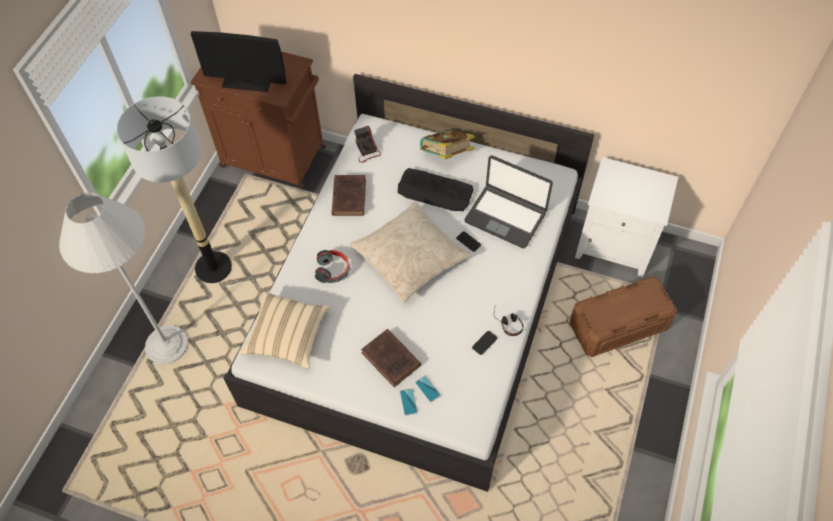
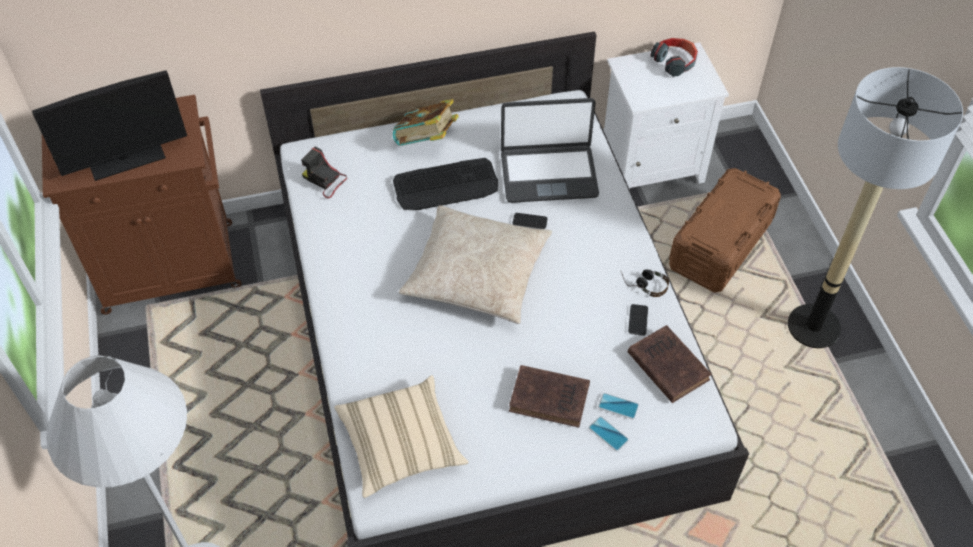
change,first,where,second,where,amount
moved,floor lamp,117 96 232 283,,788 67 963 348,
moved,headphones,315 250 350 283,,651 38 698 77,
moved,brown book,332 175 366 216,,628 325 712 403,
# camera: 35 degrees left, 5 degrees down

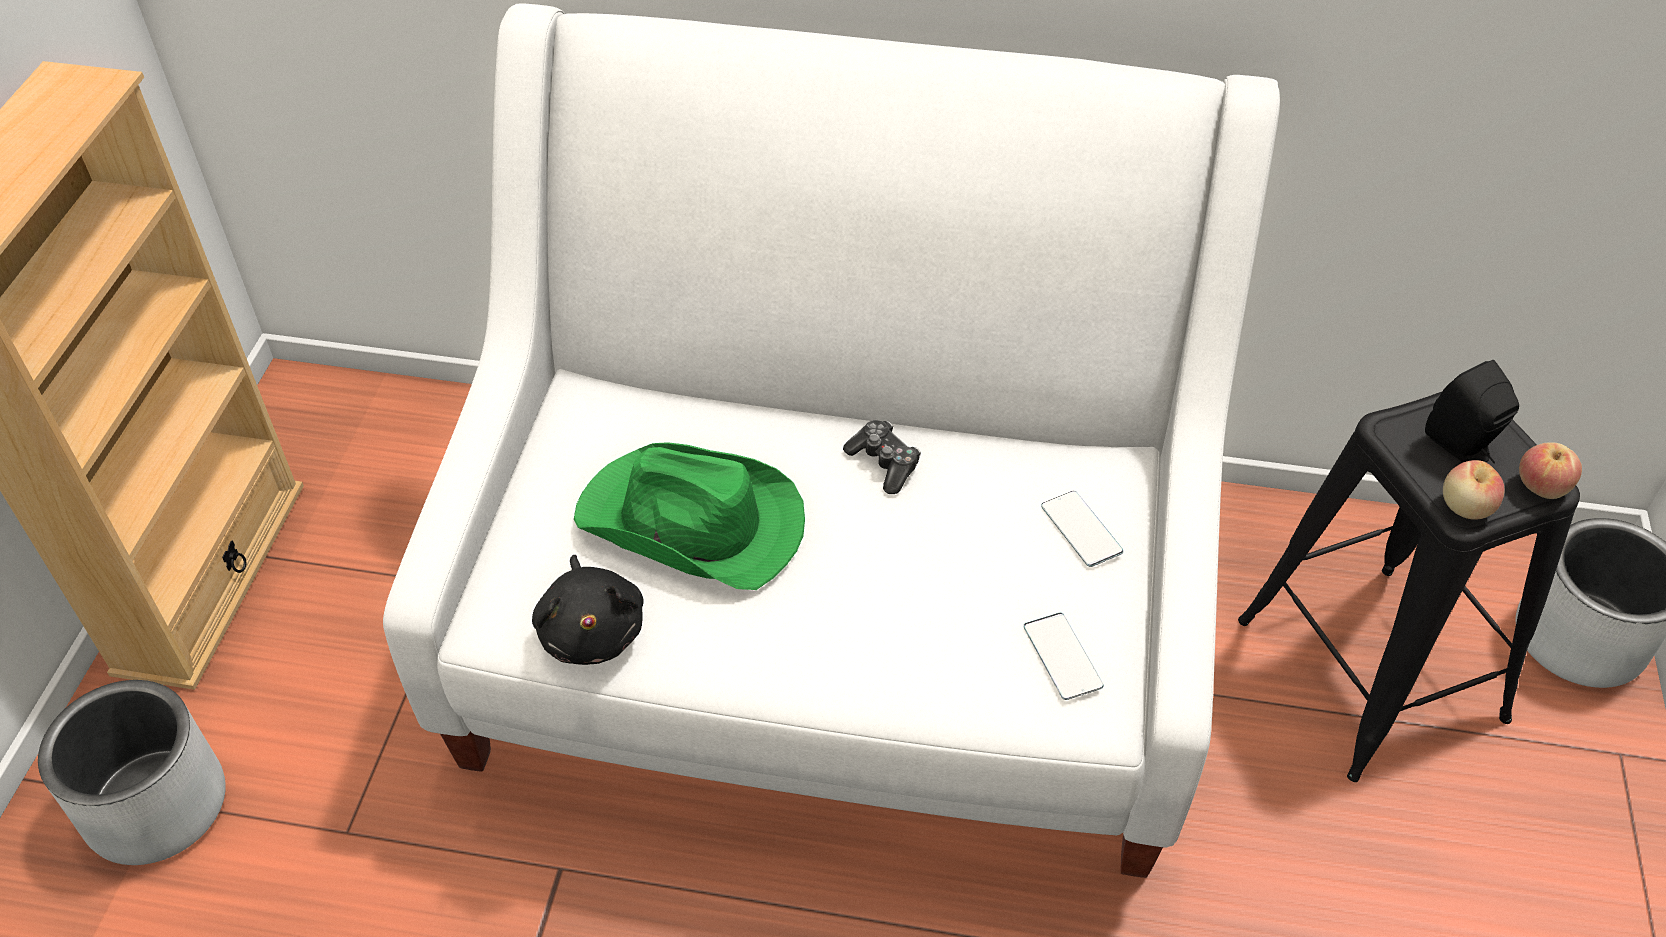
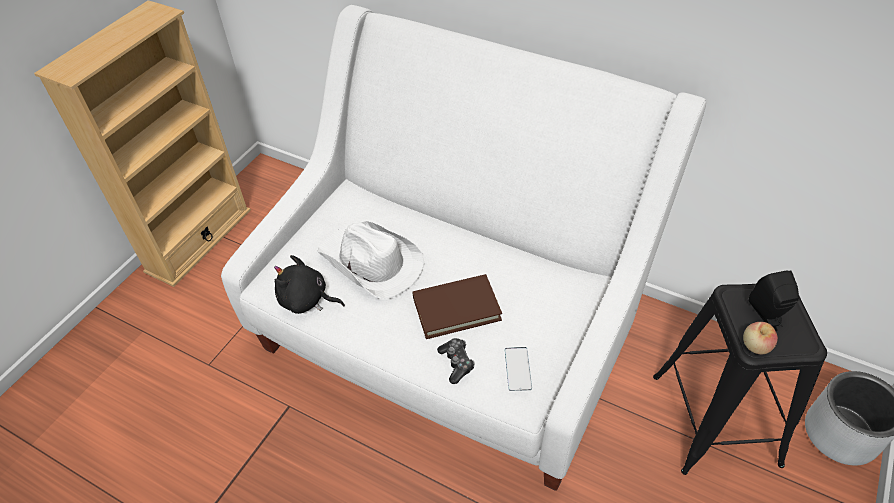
change,first,where,second,where,amount
removed,grey planter,38 680 226 865,,,
removed,phone,1041 491 1124 567,,,
removed,apple,1519 442 1582 499,,,
added,,,brown book,412 274 502 339,
moved,game controller,843 420 921 494,,437 338 475 384,
recoloured,green hat,574 442 805 590,white hat,317 221 425 300,
turned,black plush toy,532 555 643 665,,274 255 345 314,105 degrees clockwise
# camera: 20 degrees right, 0 degrees up

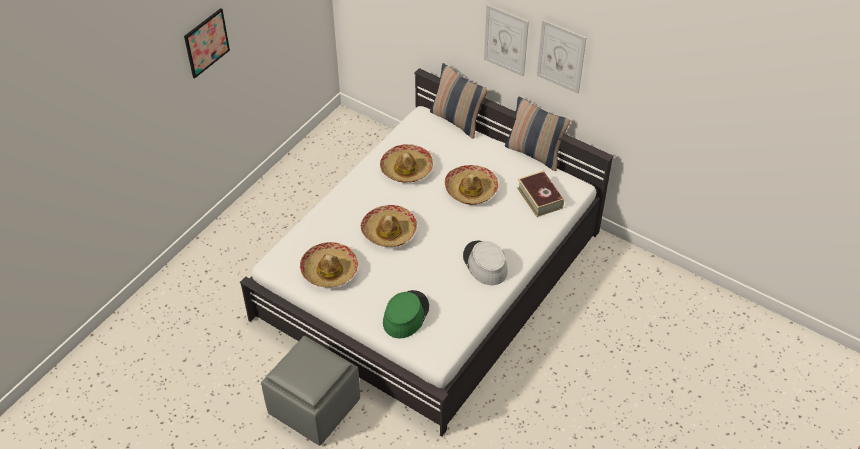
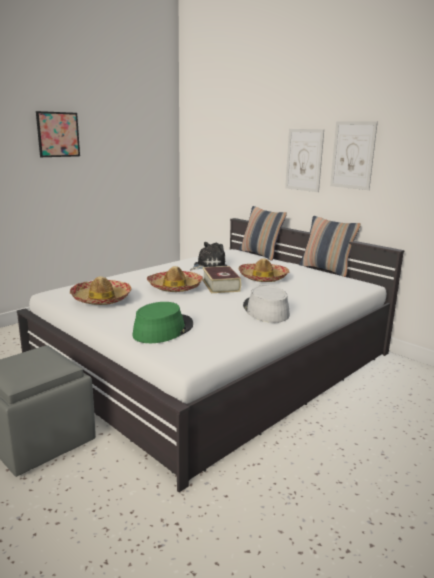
change,first,where,second,where,amount
moved,book,517 171 564 217,,202 266 241 293,
replaced,hat,380 144 433 183,plush toy,190 242 227 270,
# camera: 10 degrees right, 30 degrees down

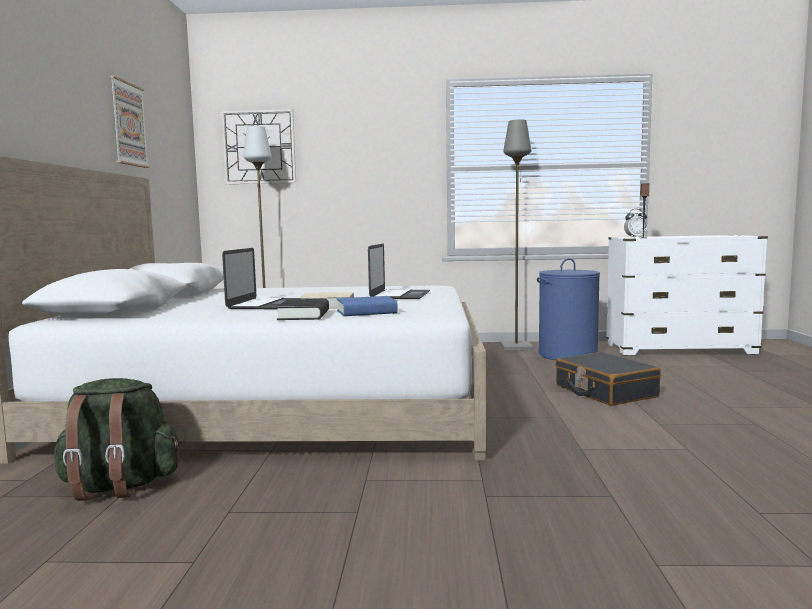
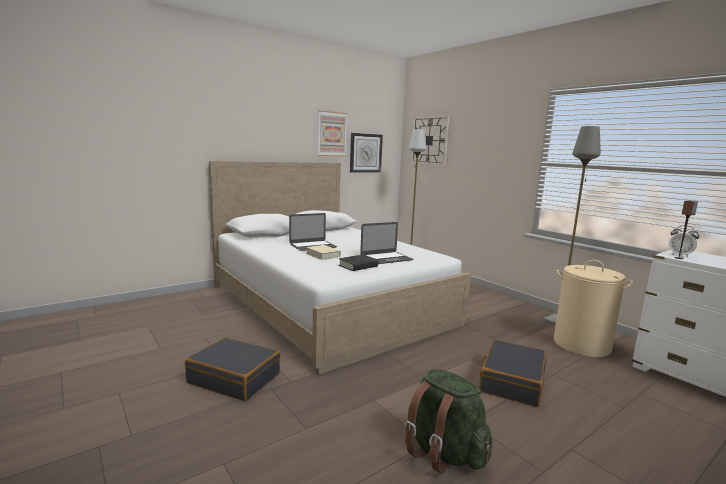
change,first,where,second,where,amount
removed,blue book,337 296 398 316,,,
added,,,black suitcase,185 337 281 401,
added,,,wall clock,350 133 383 173,
moved,green backpack,53 378 180 501,,405 369 492 474,
moved,black book,276 299 329 320,,339 254 378 271,
recoloured,blue laundry basket,537 258 600 360,beige laundry basket,554 260 633 358,
# camera: 50 degrees right, 5 degrees up

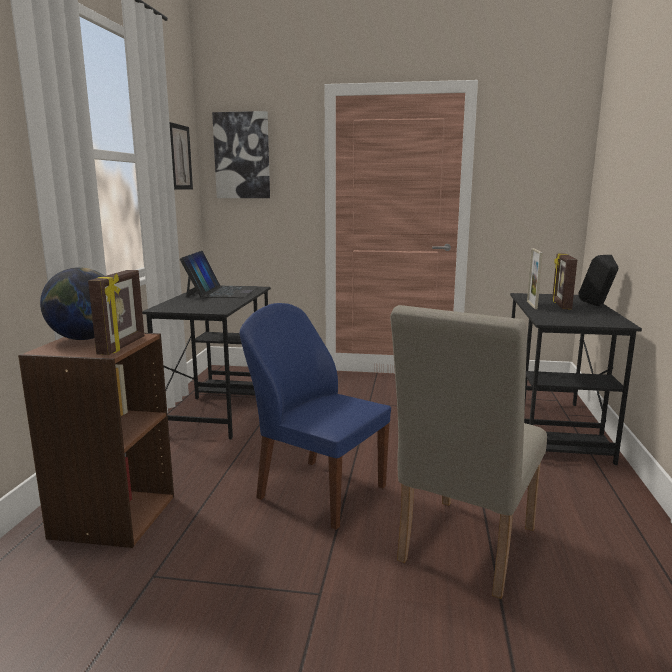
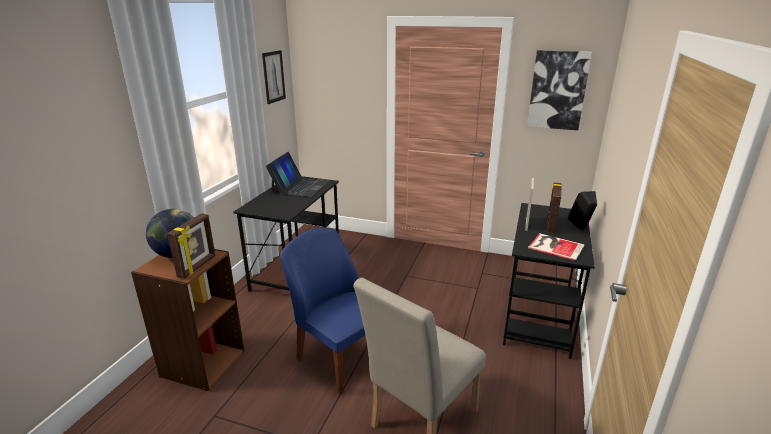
change,first,where,second,where,amount
added,,,book,528 233 585 261,
moved,picture,212 111 270 198,,527 50 592 130,
# camera: 10 degrees right, 10 degrees up

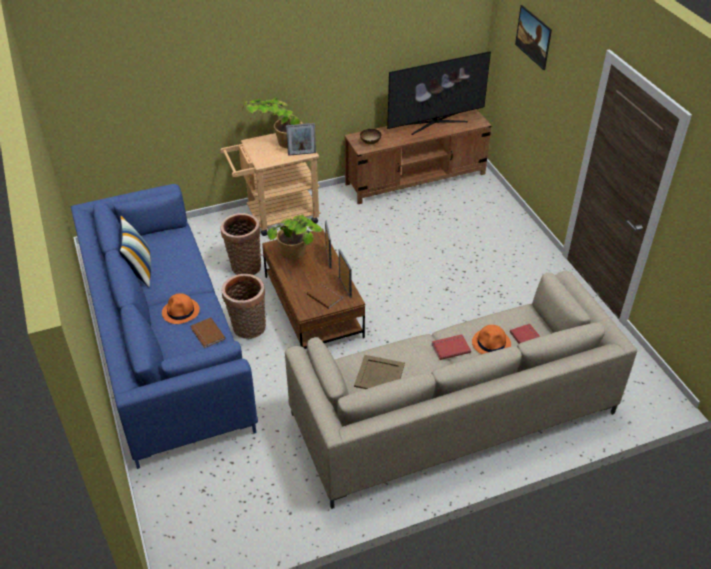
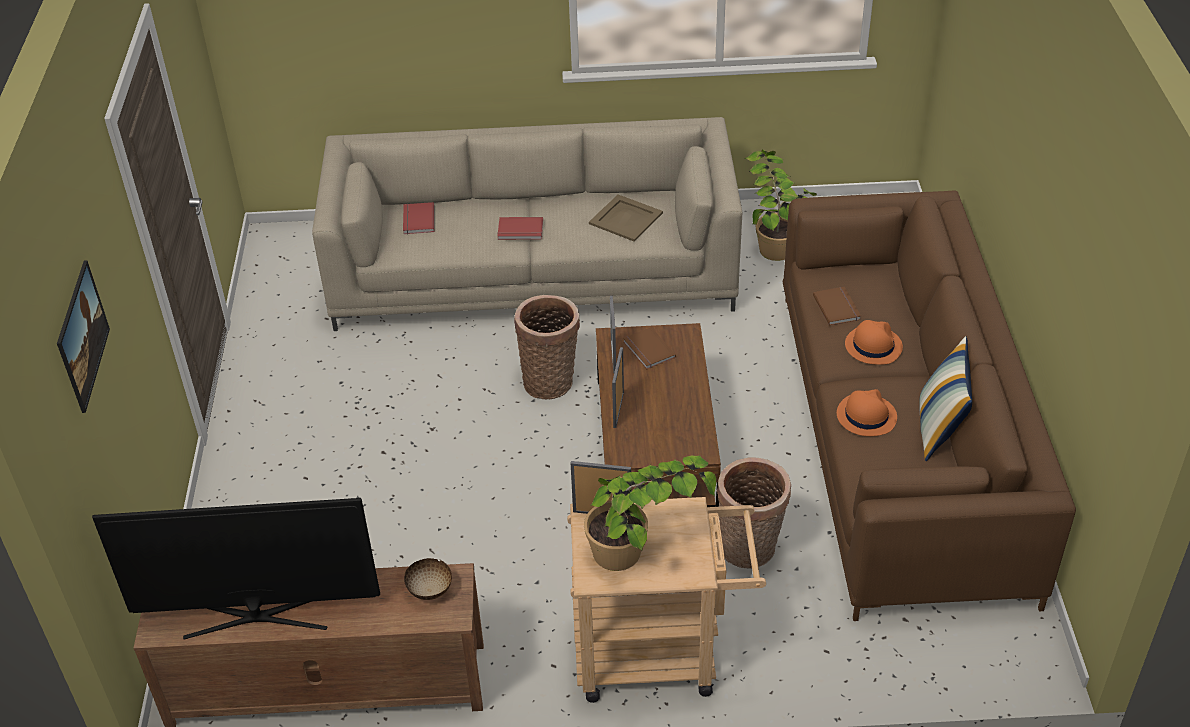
change,first,where,second,where,amount
moved,basket,221 274 266 339,,514 295 580 400,
moved,potted plant,267 214 323 260,,745 150 817 261,
moved,orange hat,472 325 511 354,,837 389 897 436,
recoloured,blue sofa,71 184 258 469,brown sofa,783 191 1076 621,
# camera: 160 degrees left, 0 degrees up

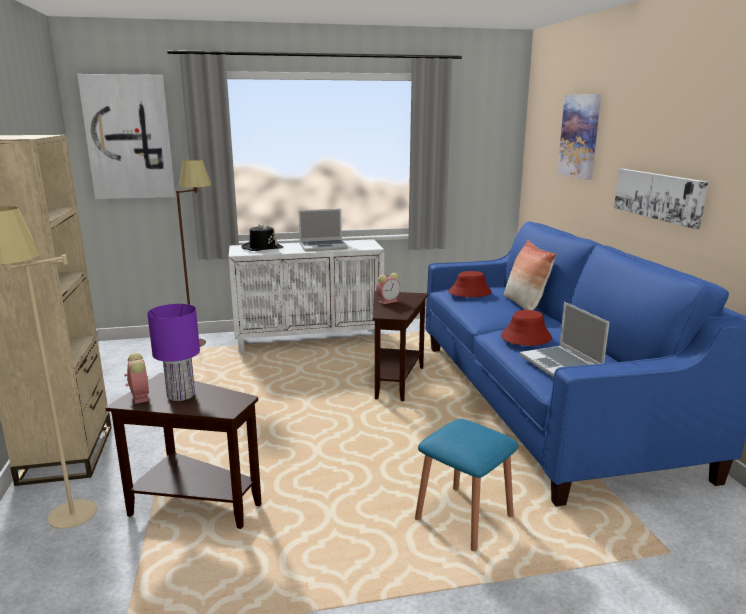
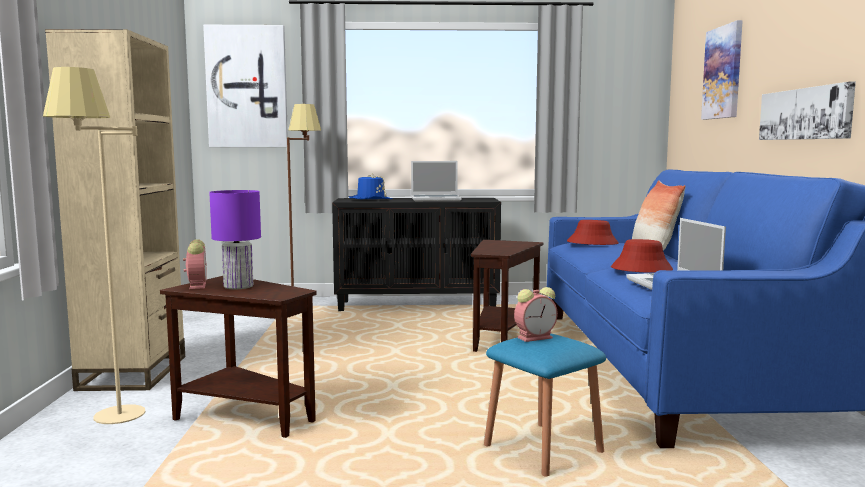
change,first,where,second,where,amount
moved,alarm clock,376 273 400 304,,514 287 558 342,
recoloured,white cabinet,229 239 384 353,black cabinet,332 198 501 311,
recoloured,black hat,241 224 283 251,blue hat,349 173 393 199,
# camera: 10 degrees right, 10 degrees down

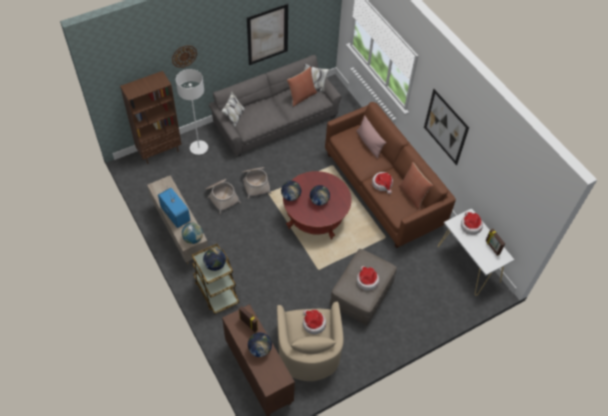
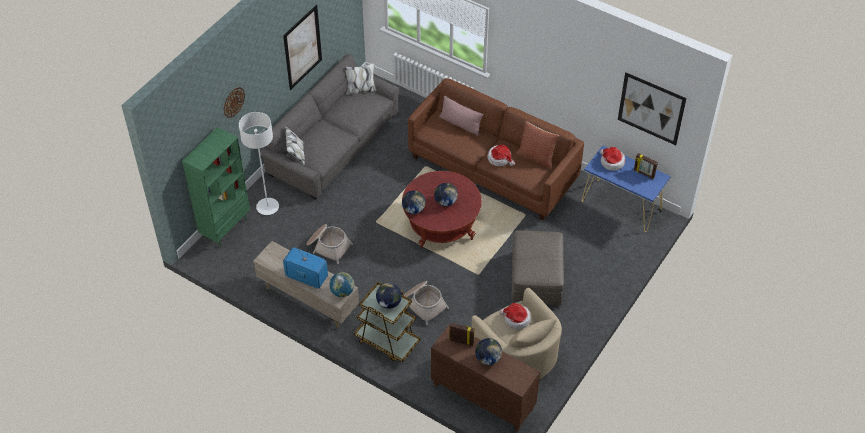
change,first,where,second,where,amount
removed,pillow,287 67 317 107,,,
removed,hat,357 266 379 291,,,
moved,basket,242 167 271 199,,404 281 449 325,
moved,picture,424 89 469 165,,618 72 687 145,
recoloured,brown bookcase,120 71 182 164,green bookcase,182 127 250 247,
recoloured,white console table,438 208 514 296,blue console table,582 146 671 232,
# camera: 25 degrees left, 5 degrees down

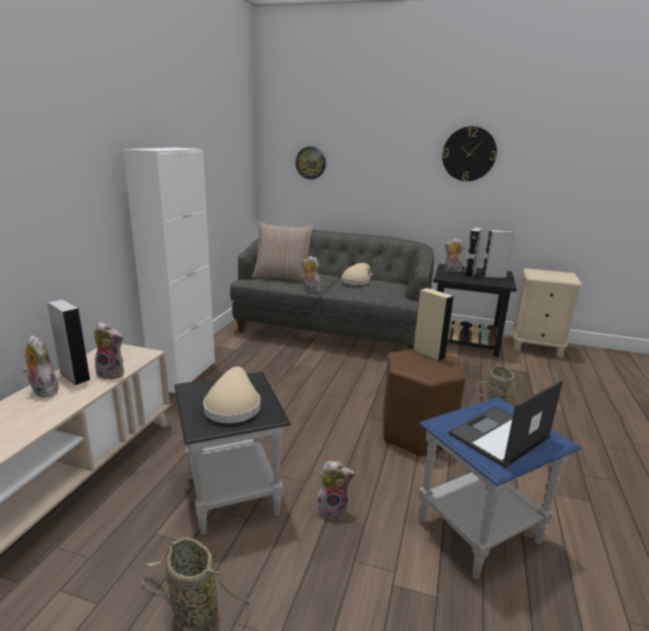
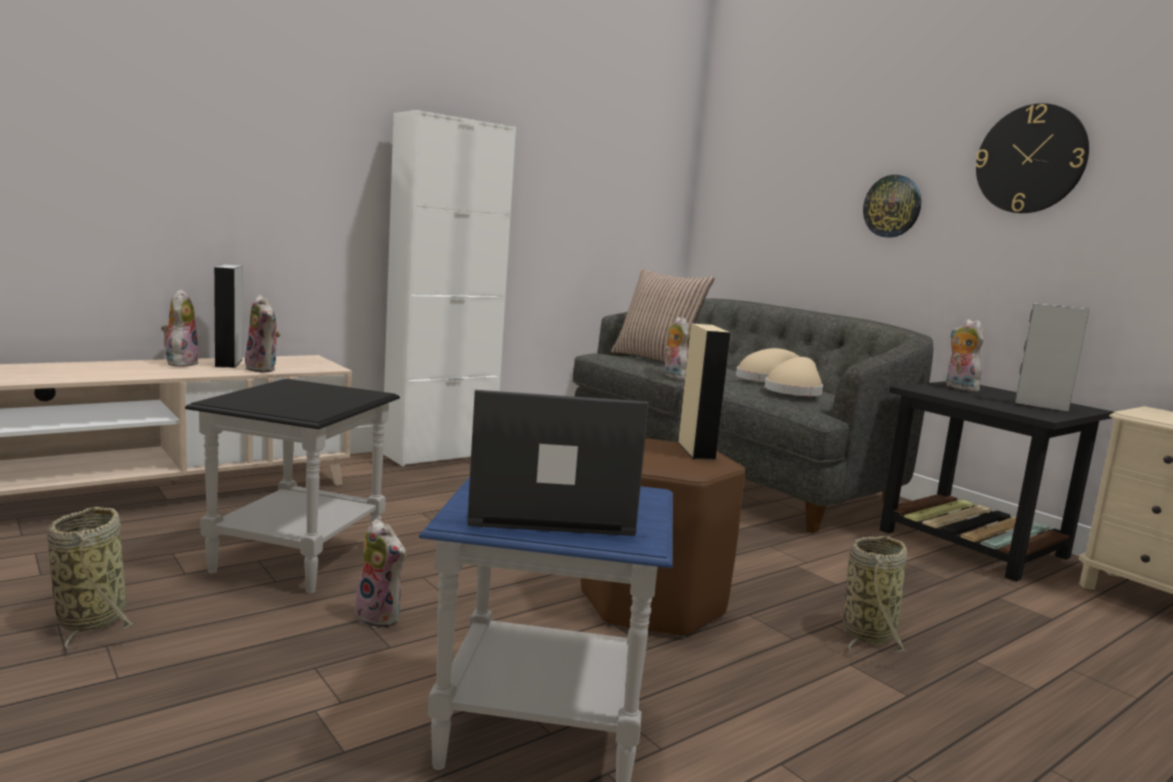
change,first,where,second,where,amount
removed,grey speaker,464 227 483 278,,,
moved,beige hat,203 367 260 423,,765 357 823 396,
moved,wall clock,295 147 326 179,,863 175 921 238,
# camera: 35 degrees right, 10 degrees down

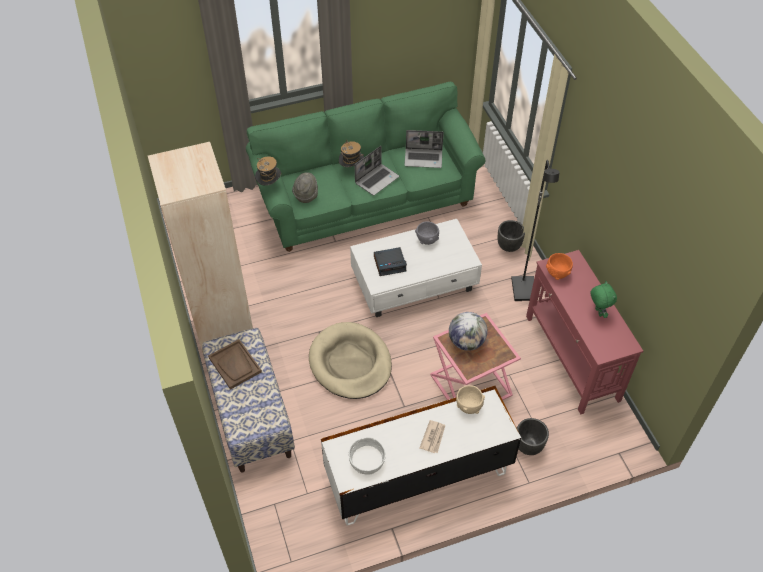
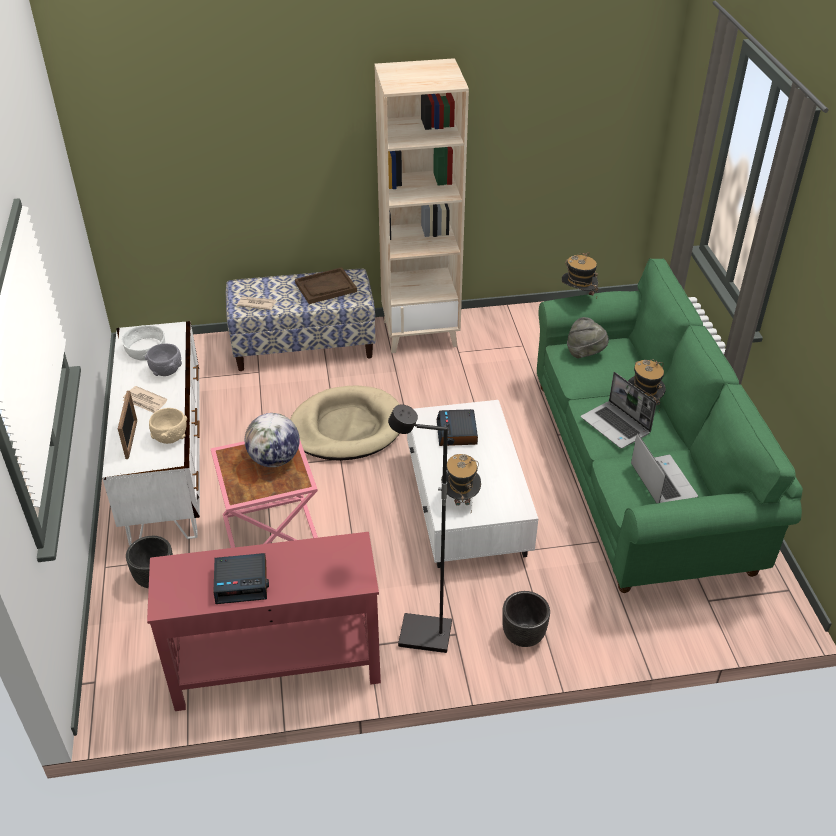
change,first,where,second,where,amount
removed,orange bowl,546 253 573 280,,,
added,,,picture frame,118 390 137 459,
added,,,newspaper,237 296 276 310,
added,,,hat,441 454 481 509,
moved,grey bowl,415 221 439 245,,145 344 182 376,
replaced,green plush toy,591 281 617 318,alarm clock,214 553 269 604,
turned,laptop,404 130 444 168,,631 433 698 503,150 degrees clockwise
# camera: 100 degrees right, 10 degrees down

